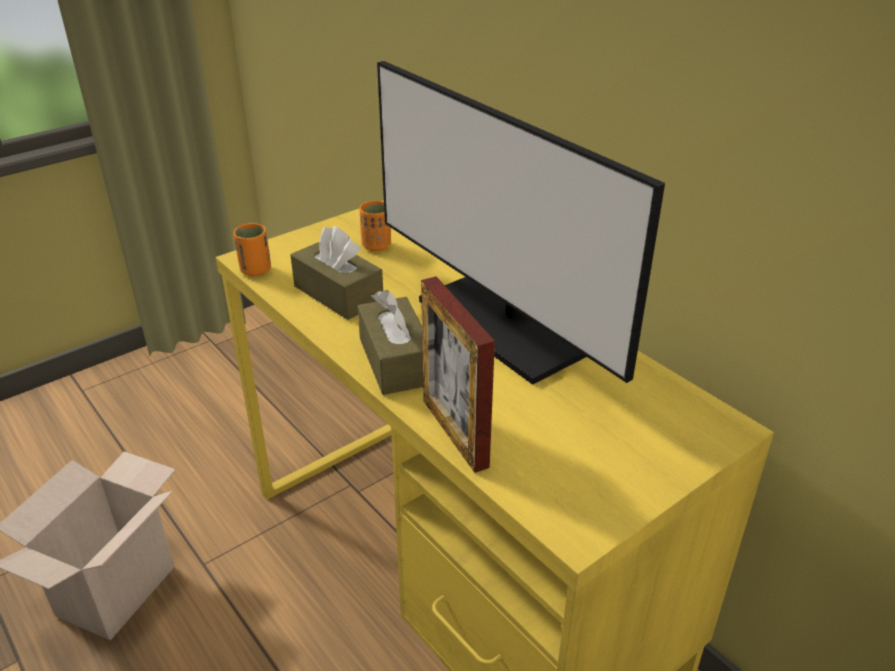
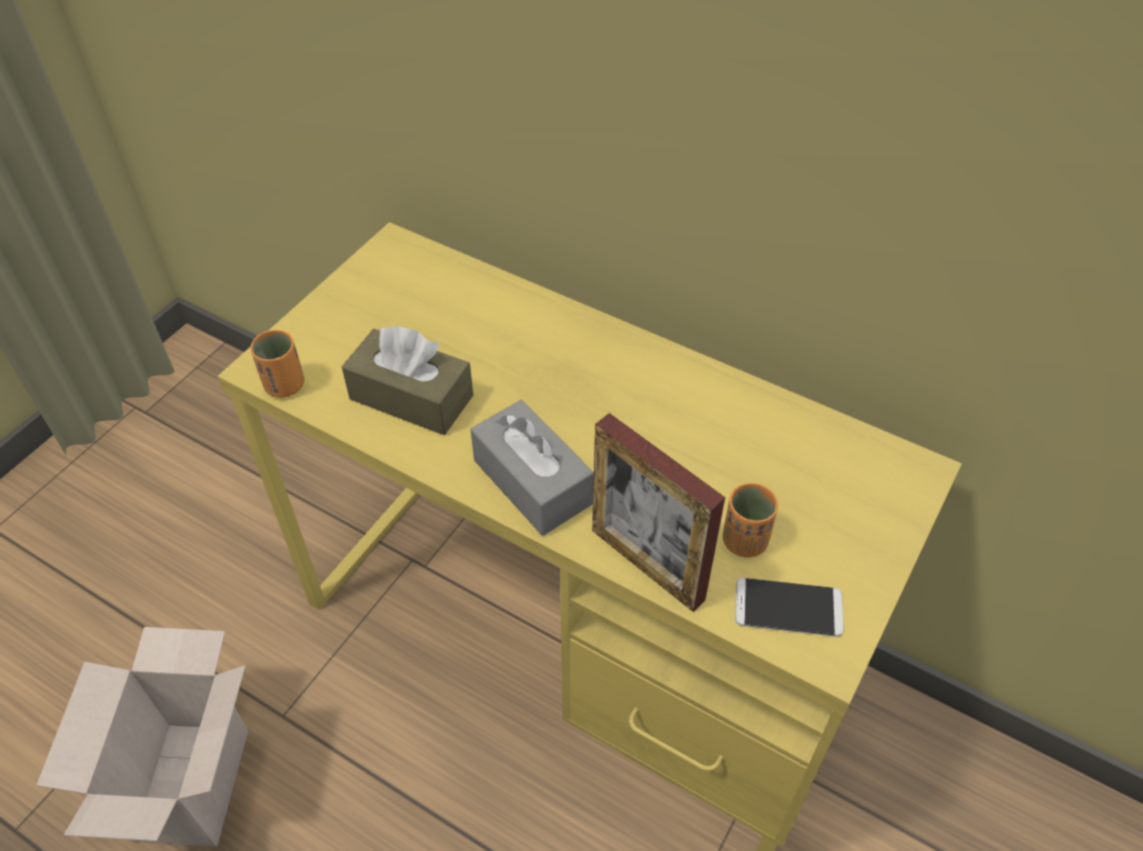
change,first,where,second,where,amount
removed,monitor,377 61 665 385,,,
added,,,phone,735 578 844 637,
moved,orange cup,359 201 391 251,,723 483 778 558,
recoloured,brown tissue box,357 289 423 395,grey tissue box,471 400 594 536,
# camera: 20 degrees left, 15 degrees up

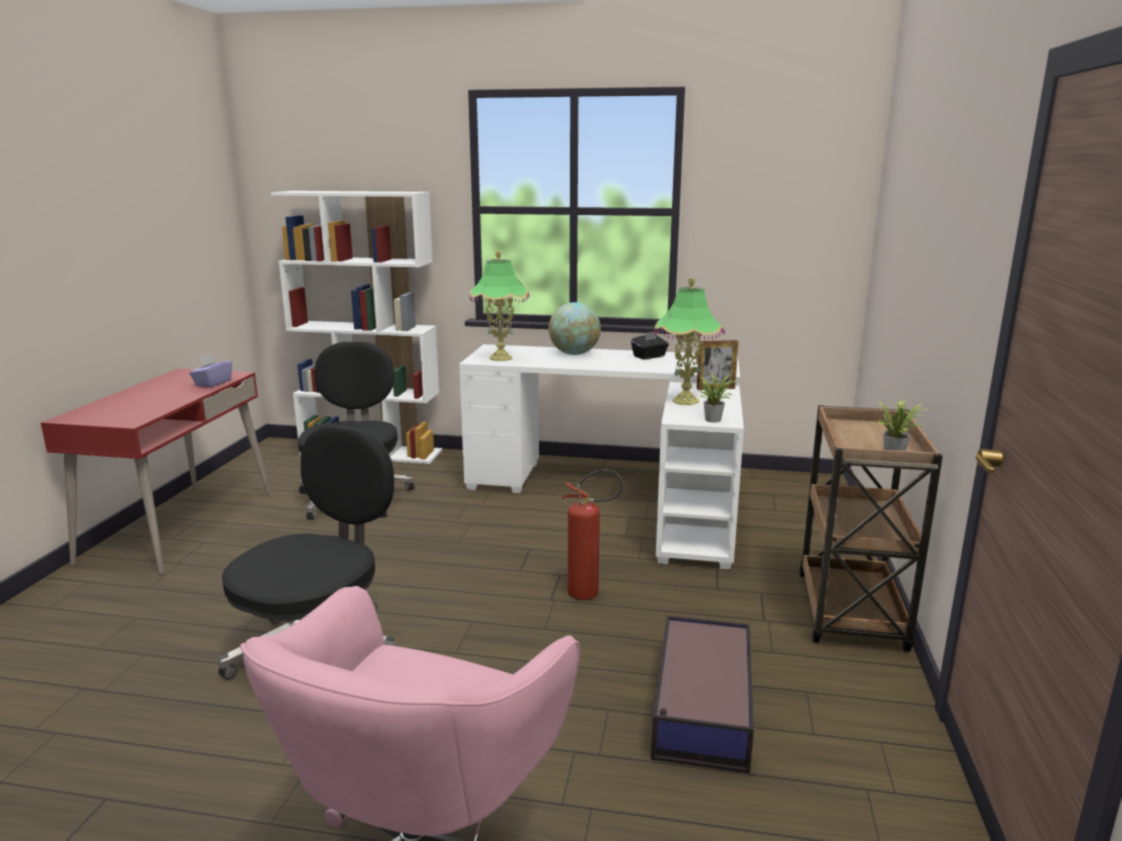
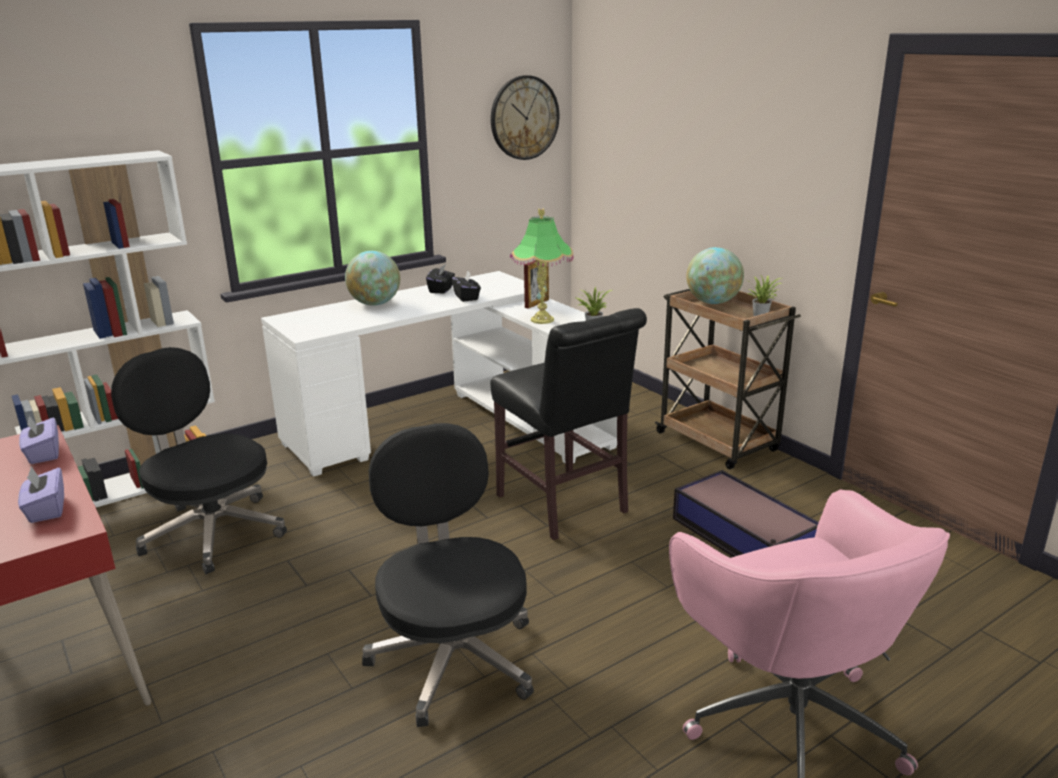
change,first,where,second,where,amount
removed,table lamp,469 251 529 361,,,
added,,,purple tissue box,18 466 64 523,
added,,,black tissue box,452 271 481 302,
added,,,wall clock,491 75 559 160,
added,,,globe,686 247 744 304,
replaced,fire extinguisher,562 469 624 600,black chair,490 308 647 540,
# camera: 45 degrees left, 5 degrees up

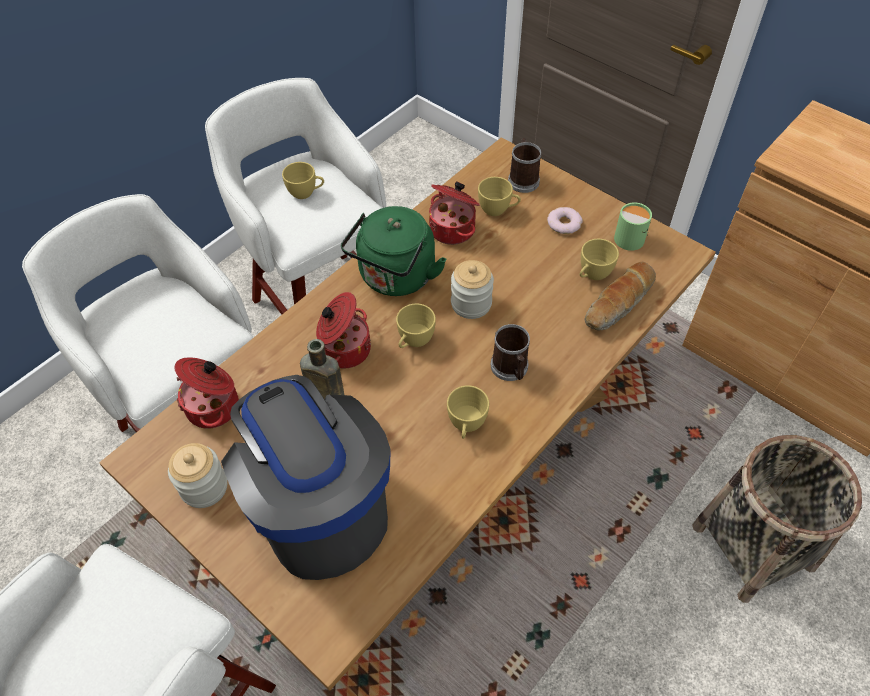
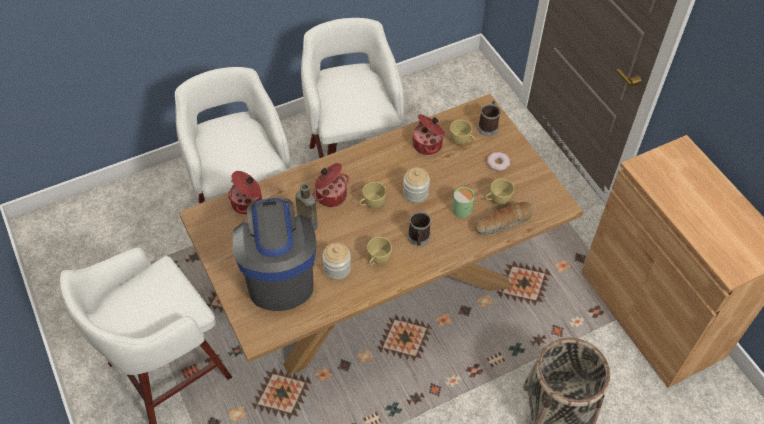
change,first,where,second,where,amount
removed,yellow cup,282 162 324 199,,,
removed,green kettle,341 206 447 296,,,
moved,jar,168 443 227 508,,322 243 351 280,
moved,green mug,614 203 652 251,,452 187 475 218,
# camera: 20 degrees right, 0 degrees up

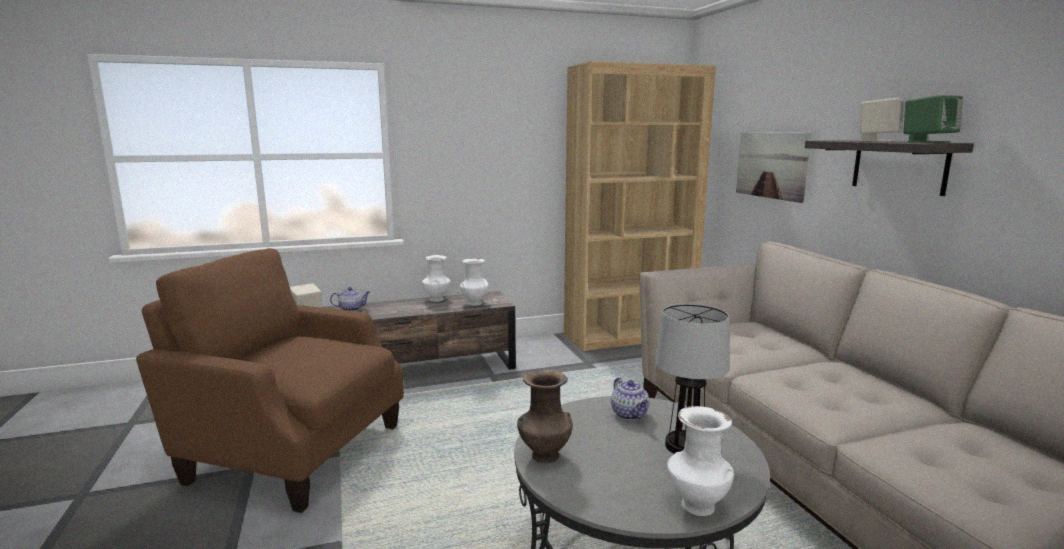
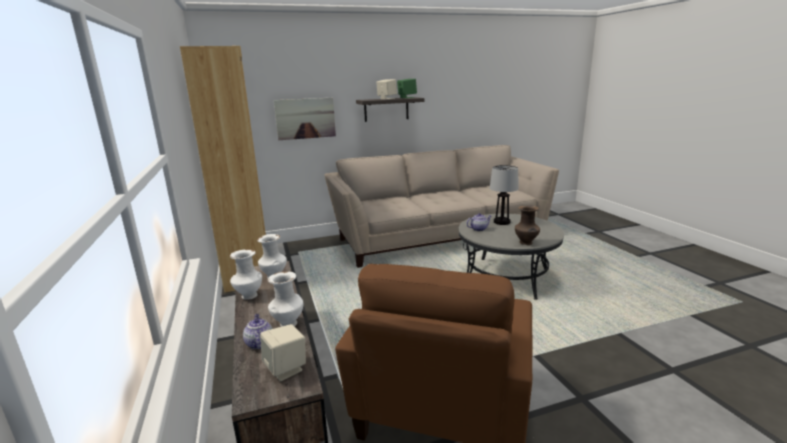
change,first,where,second,where,amount
moved,white vase,667 406 734 516,,268 271 303 327,
# camera: 90 degrees left, 5 degrees up

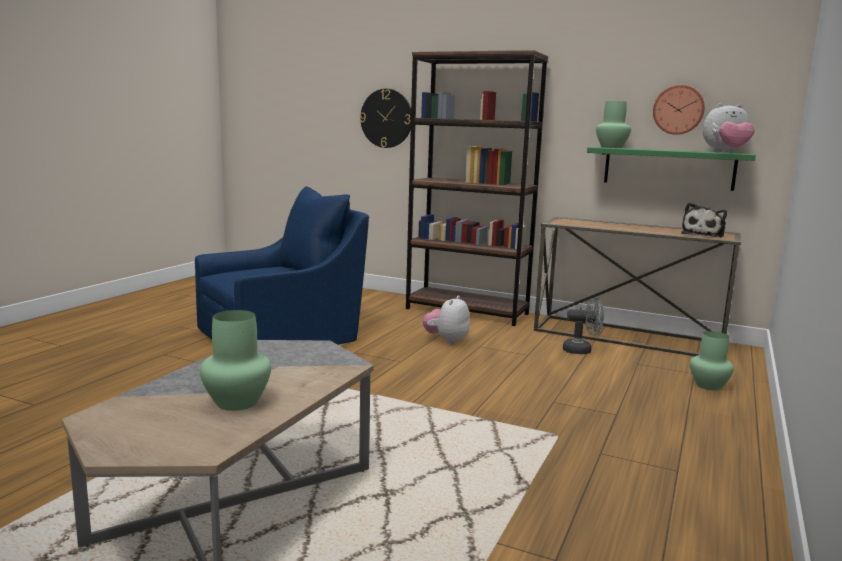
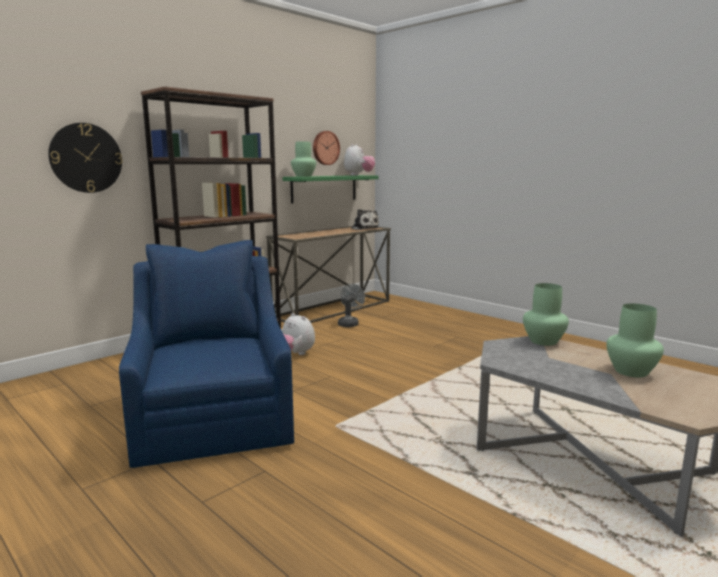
change,first,where,second,where,amount
moved,green vase,690 331 734 390,,523 283 569 346,
# camera: 70 degrees left, 0 degrees up

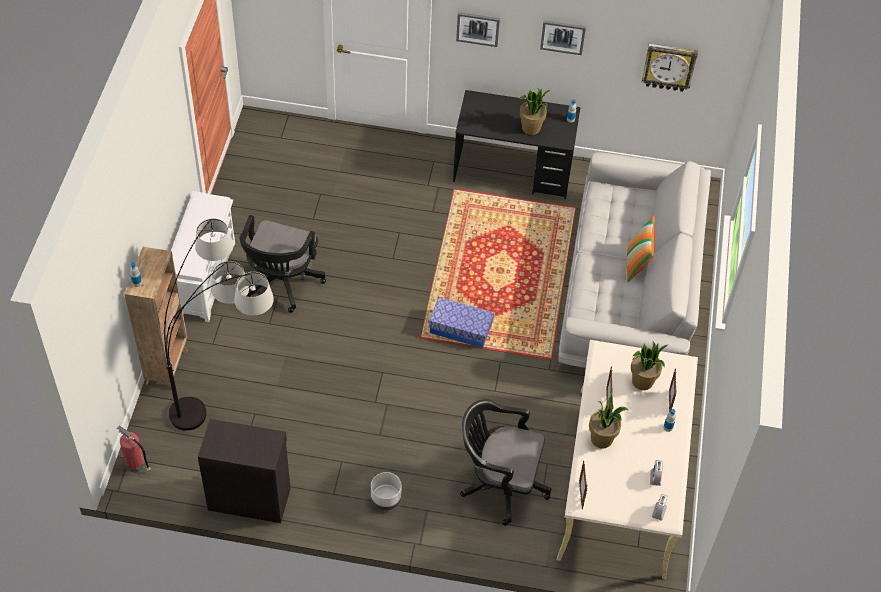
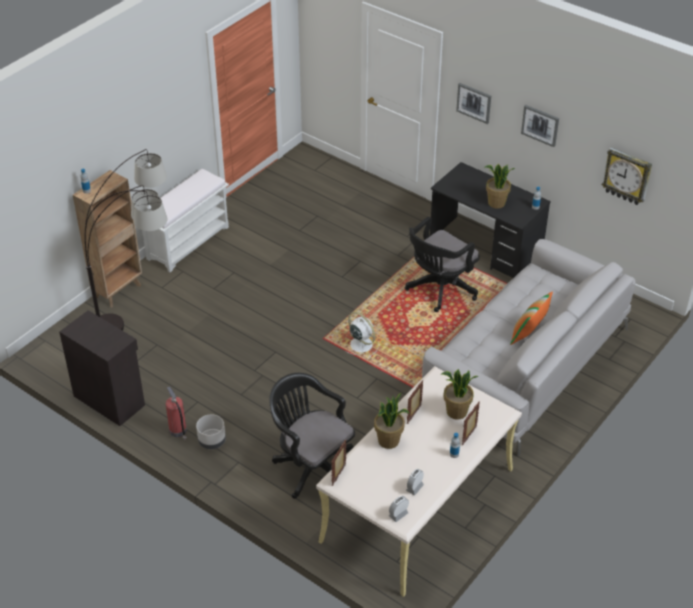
change,first,where,second,where,amount
moved,fire extinguisher,117 426 151 472,,166 387 187 440,
moved,black office chair,239 215 326 313,,405 217 480 312,
replaced,storage box,429 297 494 348,white fan,347 312 379 357,
# camera: 30 degrees right, 10 degrees down

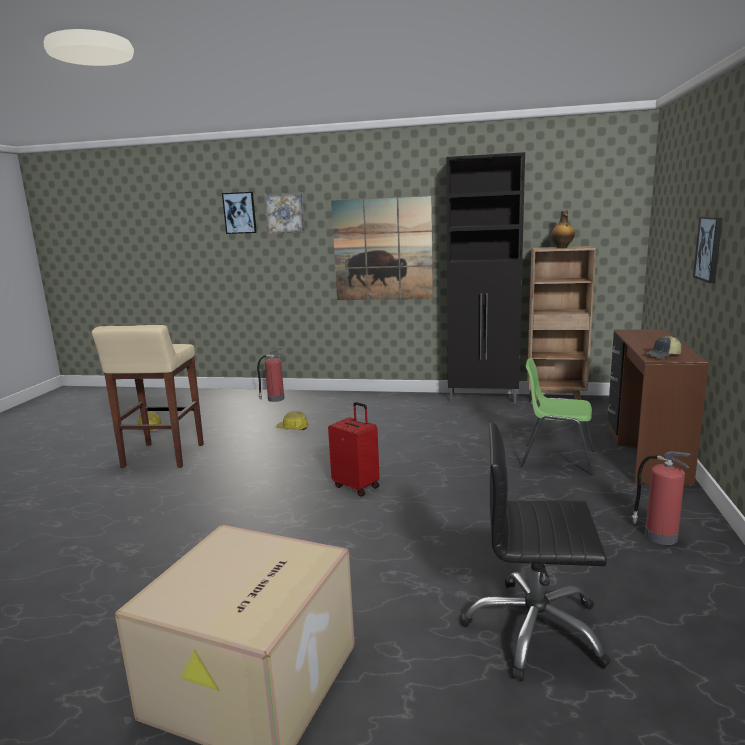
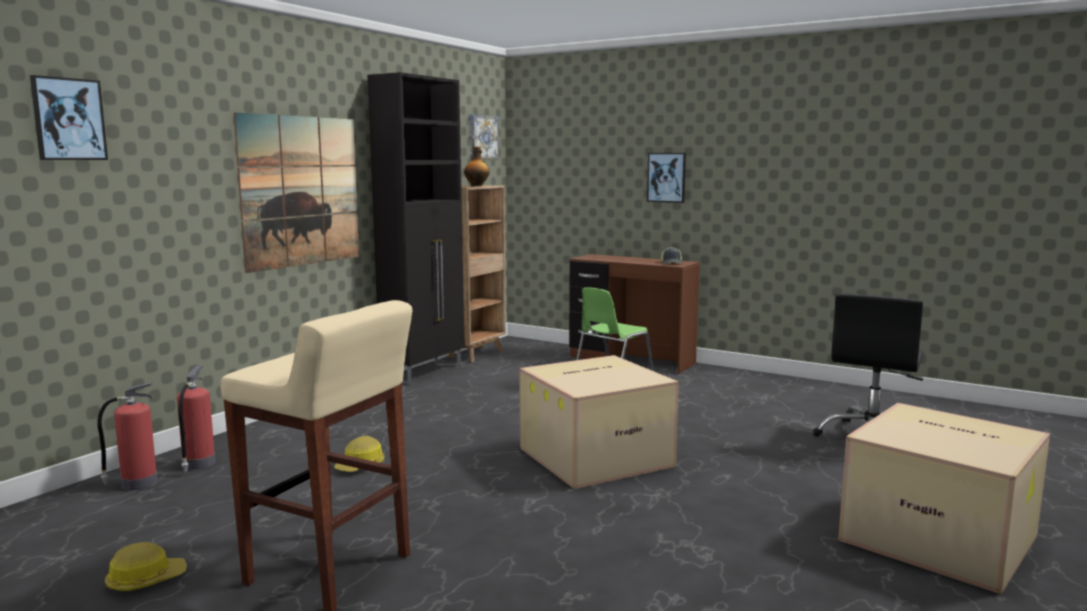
change,first,where,second,where,amount
moved,picture,265 193 305 234,,469 115 499 160,
moved,fire extinguisher,632 451 691 545,,97 382 158 491,
replaced,red suitcase,328 402 380 497,cardboard box,519 355 679 489,
# camera: 70 degrees left, 5 degrees down

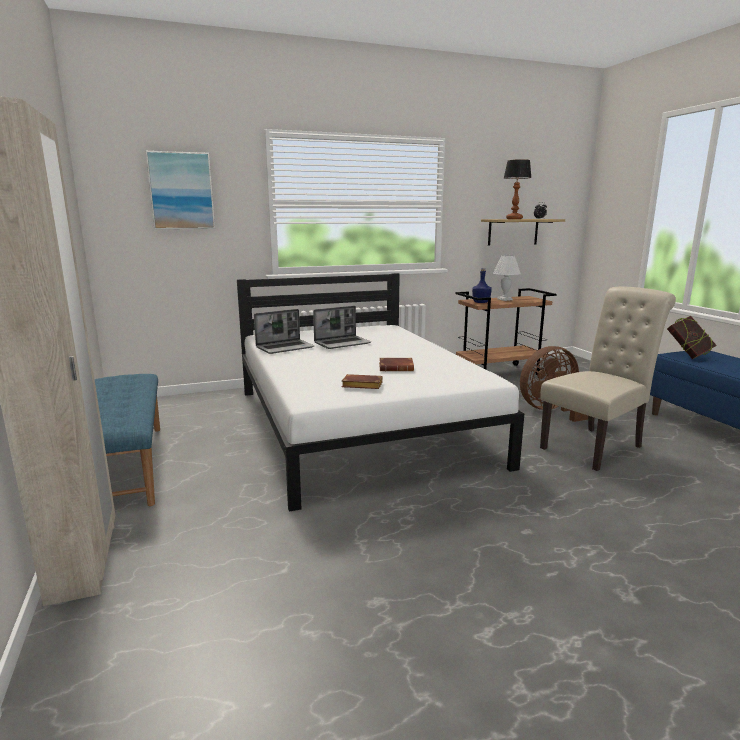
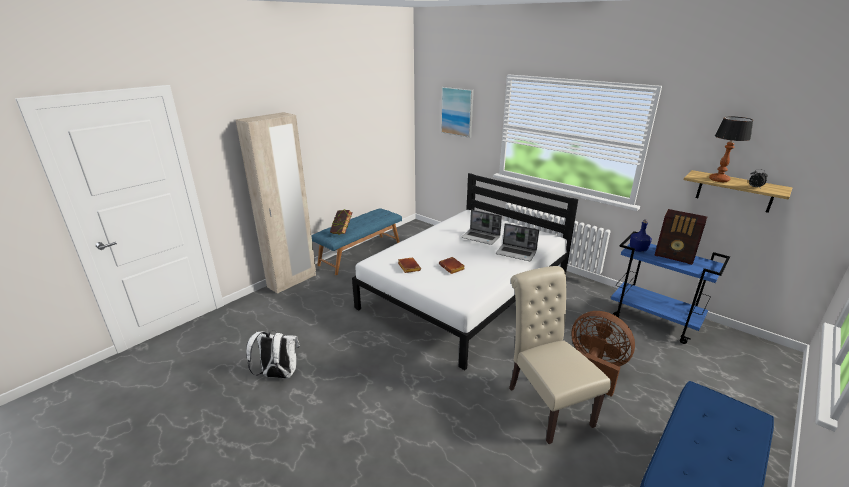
change,first,where,second,where,amount
added,,,white backpack,246 330 300 378,
moved,laptop,254 309 314 354,,496 223 539 261,
moved,book,667 316 717 359,,330 209 353 235,
replaced,white table lamp,493 255 521 301,radio,655 209 707 265,
recoloured,brown cart,456 288 557 375,blue cart,611 231 730 344,
turned,beige chair,540 287 676 471,,509 266 611 444,135 degrees counterclockwise
# camera: 60 degrees right, 10 degrees up

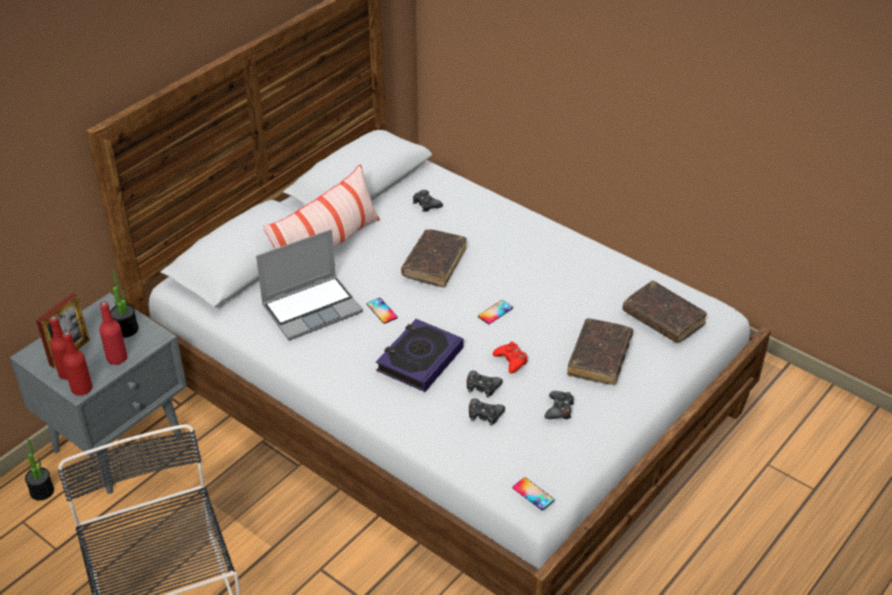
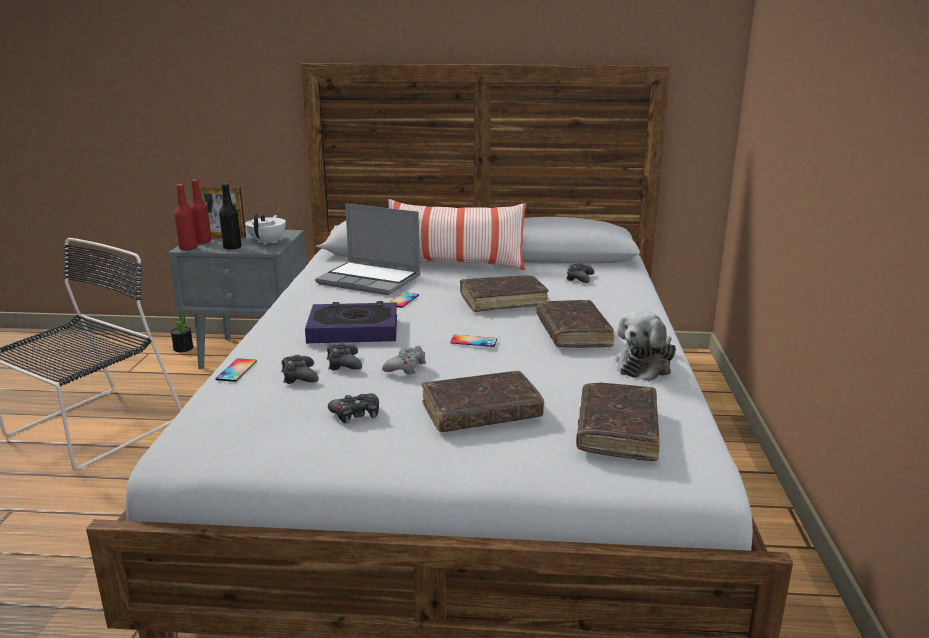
change,first,where,second,where,amount
added,,,brown book,537 300 614 348,
added,,,plush toy,616 310 676 381,
moved,phone,512 477 555 510,,215 358 257 382,
replaced,potted plant,110 270 139 338,white teapot,245 213 286 245,
recoloured,red bottle,99 301 127 365,black bottle,219 183 241 250,
recoloured,red game controller,493 341 528 373,grey game controller,382 345 426 374,
# camera: 55 degrees right, 20 degrees down

